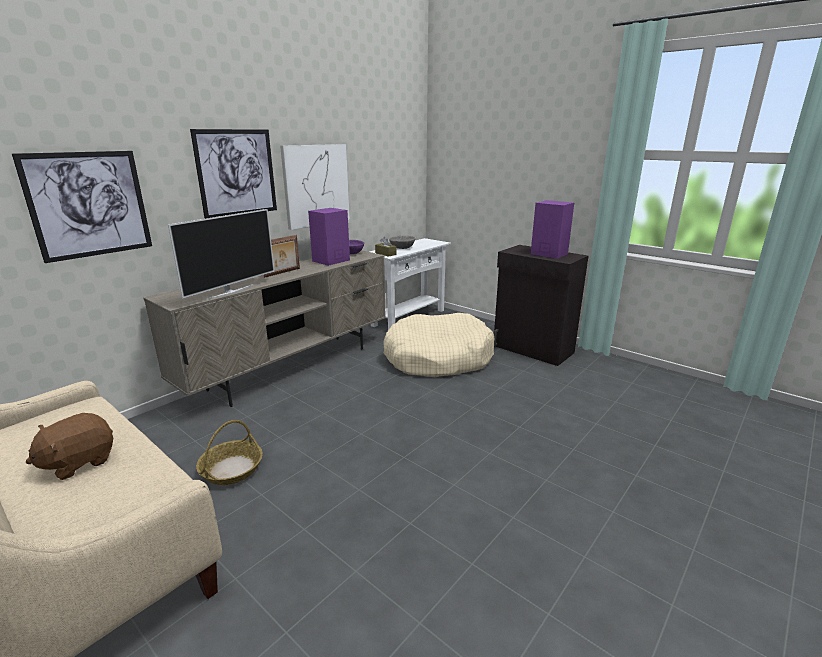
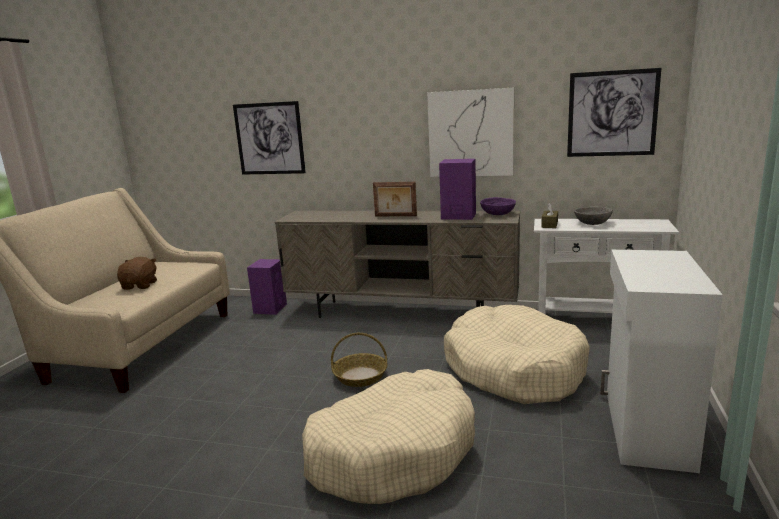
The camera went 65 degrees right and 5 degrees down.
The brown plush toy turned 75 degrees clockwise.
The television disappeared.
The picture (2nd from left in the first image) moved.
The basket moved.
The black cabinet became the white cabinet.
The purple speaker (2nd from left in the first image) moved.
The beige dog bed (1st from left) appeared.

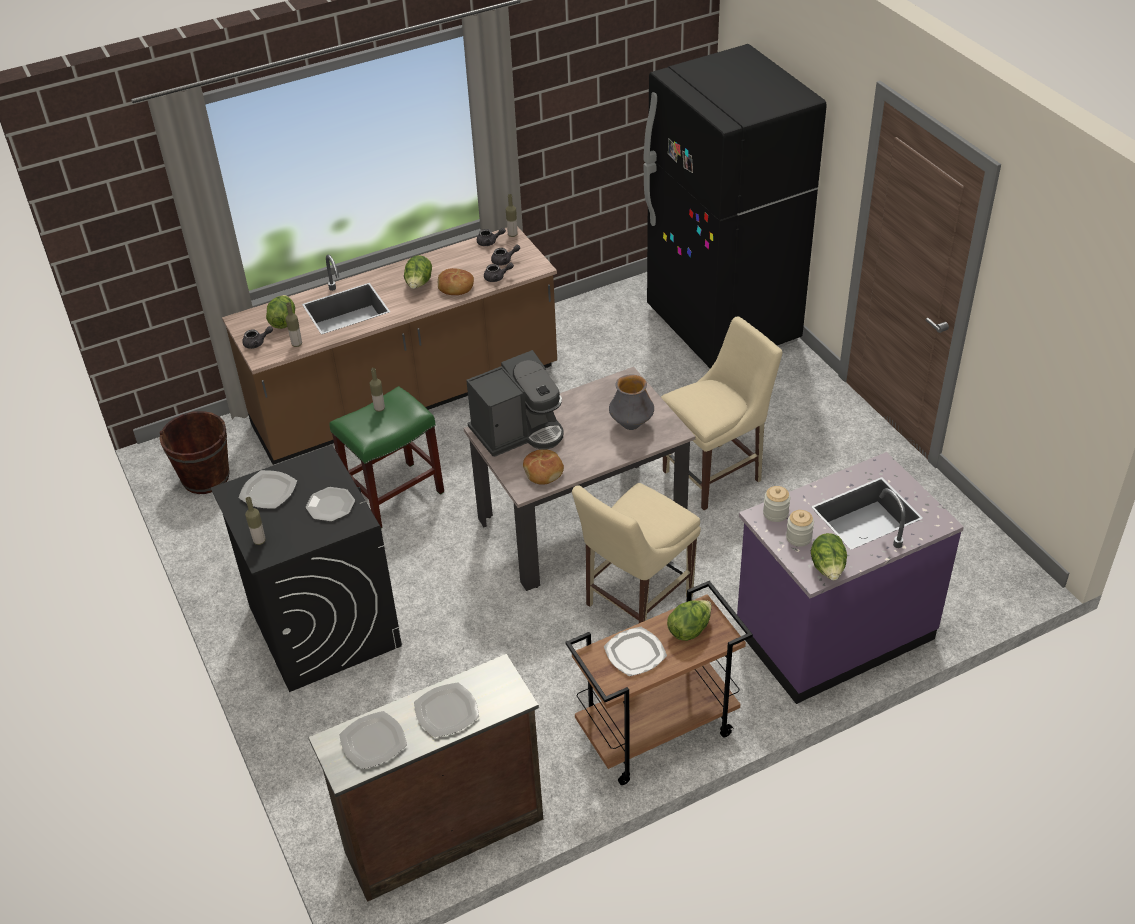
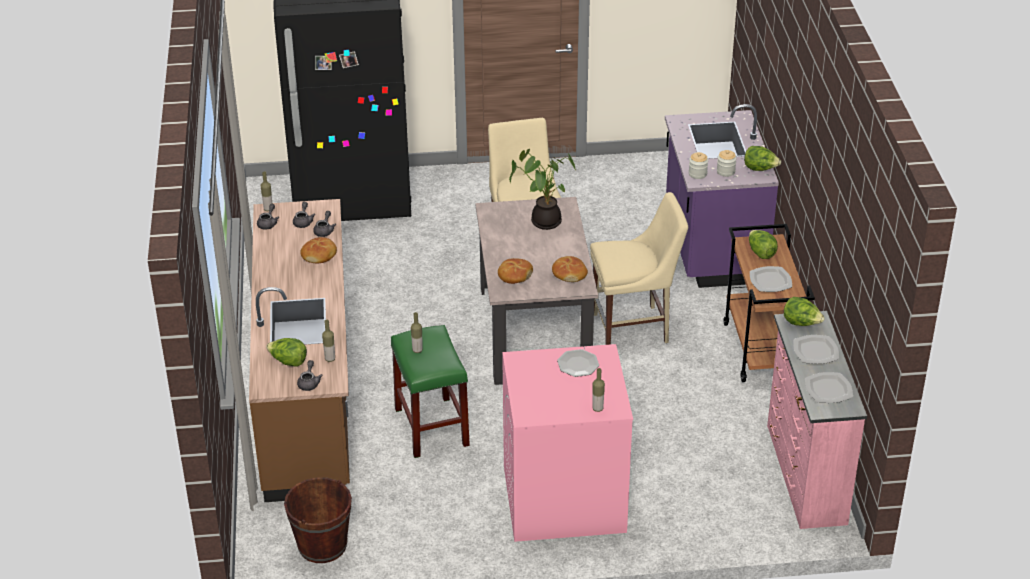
The camera went 70 degrees left and 5 degrees down.
The black washing machine became the pink washing machine.
The plate (1st from left) disappeared.
The brown dresser became the pink dresser.
The lettuce (2nd from left in the first image) moved.
The coffee machine was replaced by the bread (2nd from left).
The beige chair (1st from left in the first image) turned 75 degrees counterclockwise.
The vase was replaced by the potted plant.

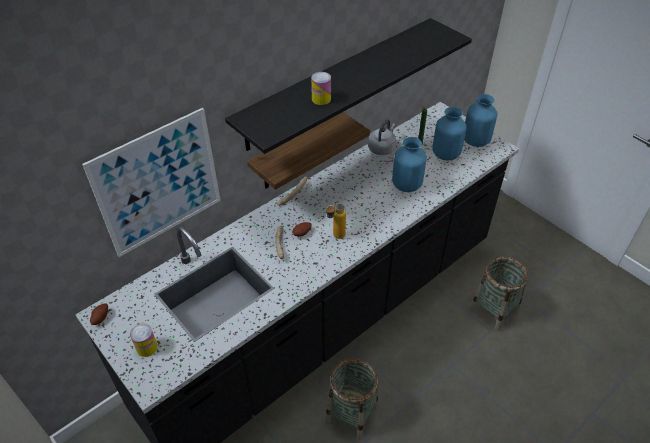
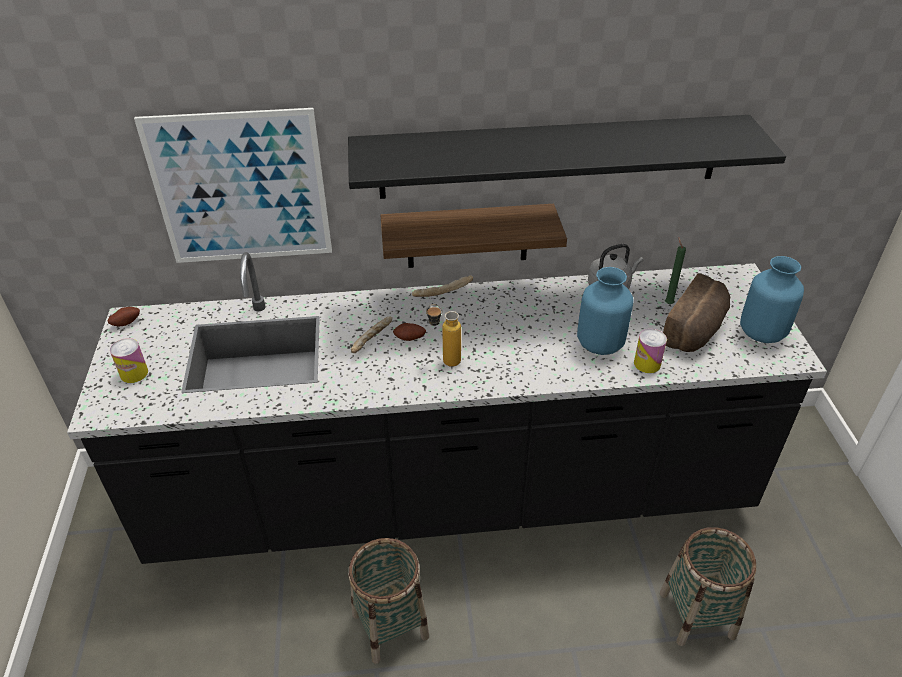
The camera went 35 degrees right and 5 degrees down.
The can (2nd from left) moved.
The blue vase (2nd from left) was replaced by the bread (3rd from left).

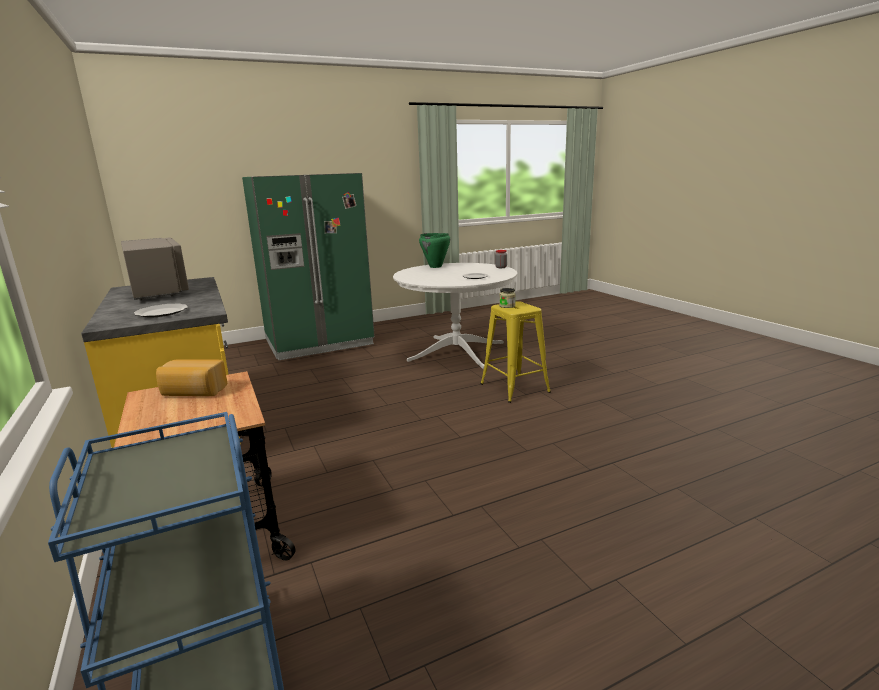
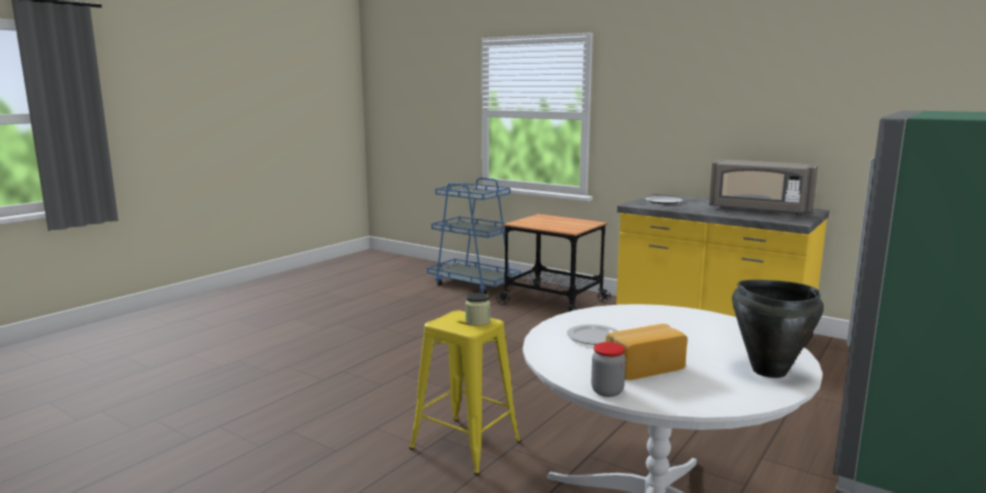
The camera went 150 degrees right and 5 degrees down.
The bread moved.
The green cooking pot became the black cooking pot.

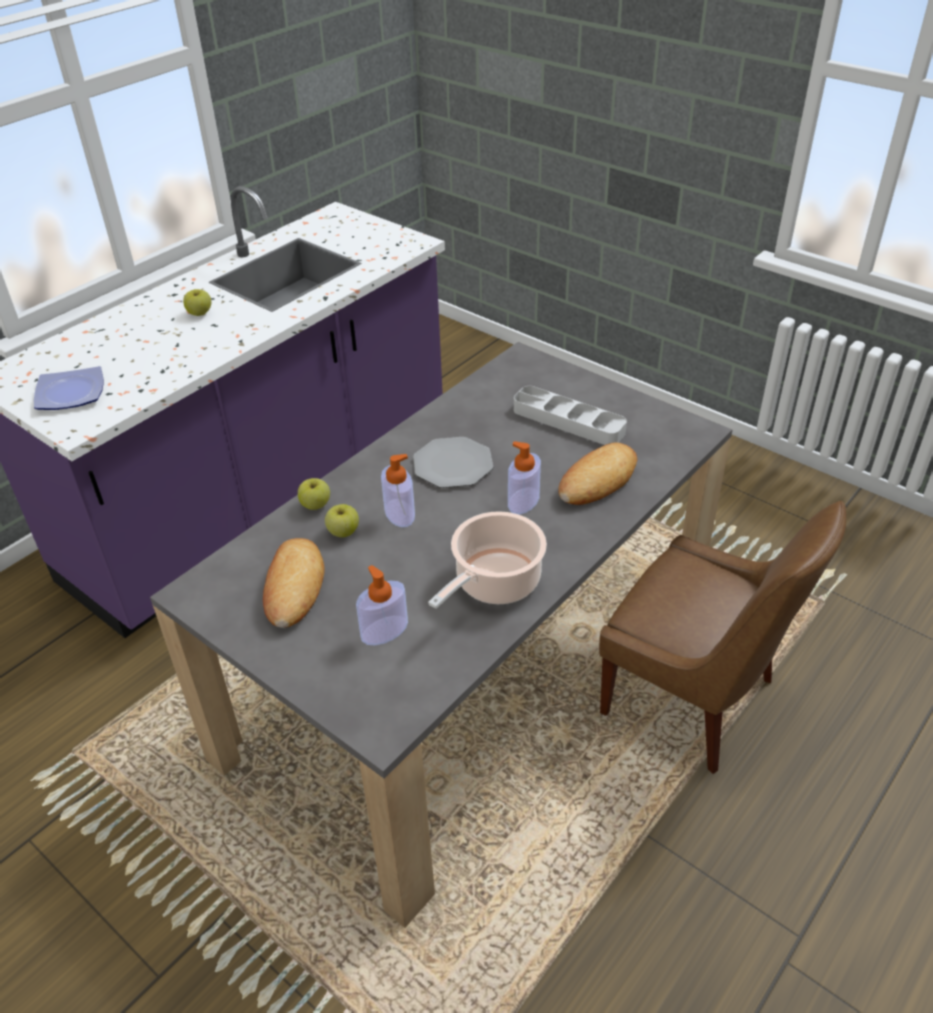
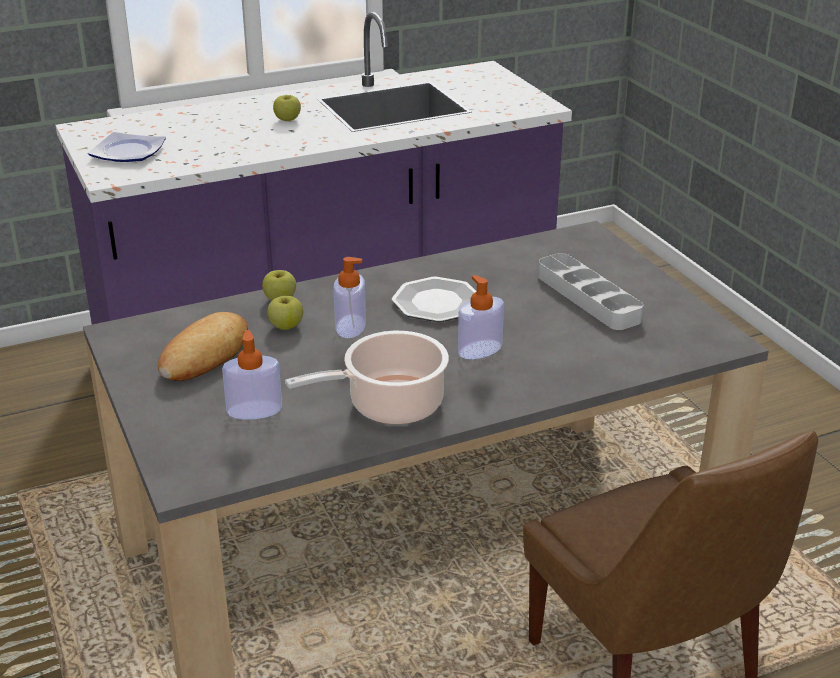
The camera went 25 degrees right and 10 degrees down.
The bread (2nd from left) disappeared.

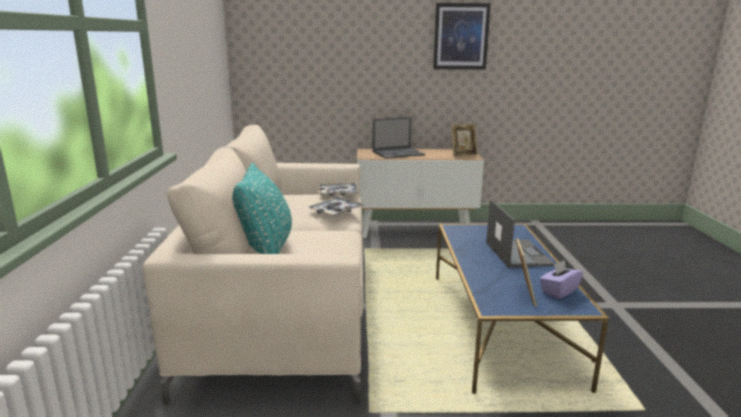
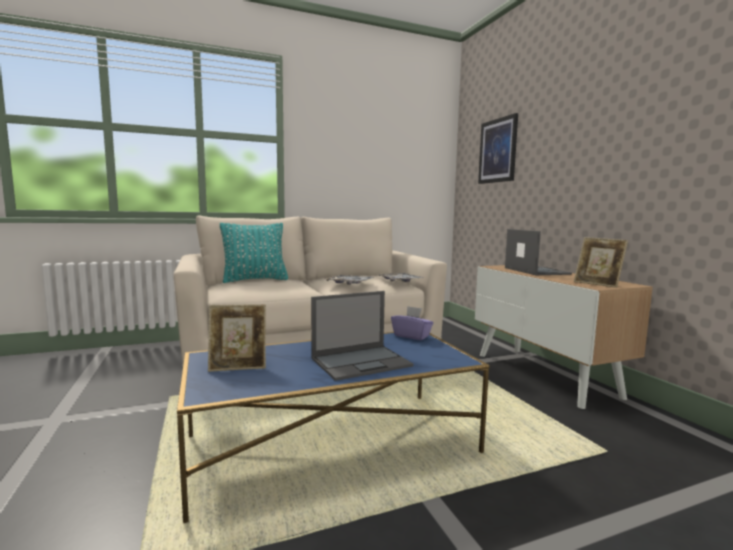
The camera went 70 degrees right and 10 degrees down.
The laptop (1st from left in the first image) turned 150 degrees counterclockwise.
The picture moved.
The purple tissue box moved.

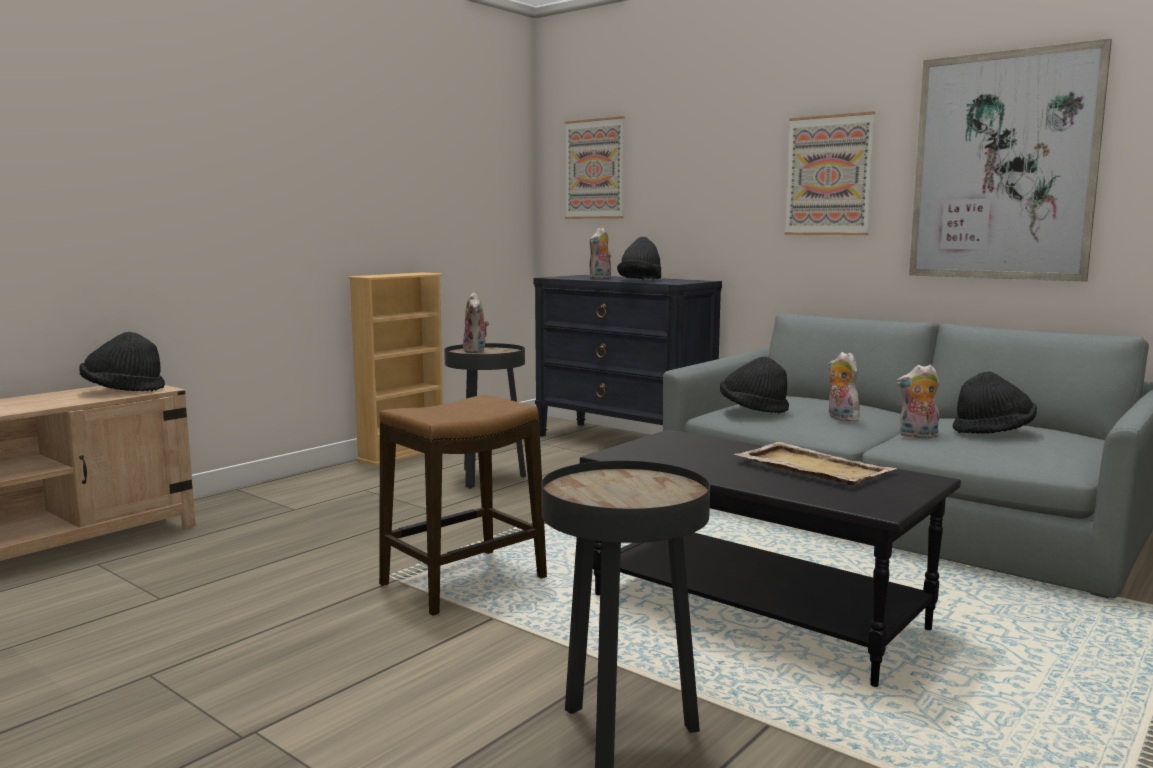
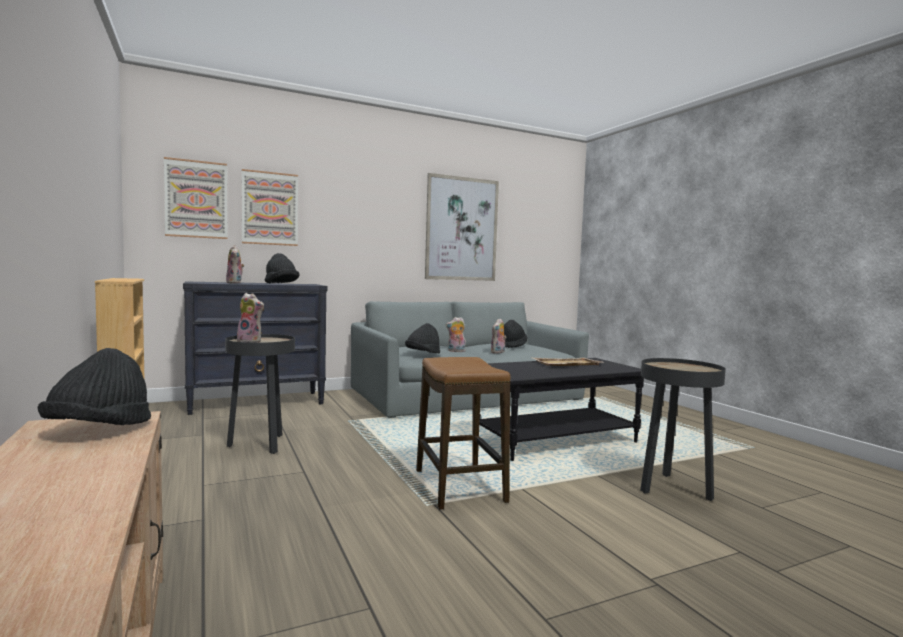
The camera went 65 degrees left and 5 degrees down.
The picture (2nd from left) moved.

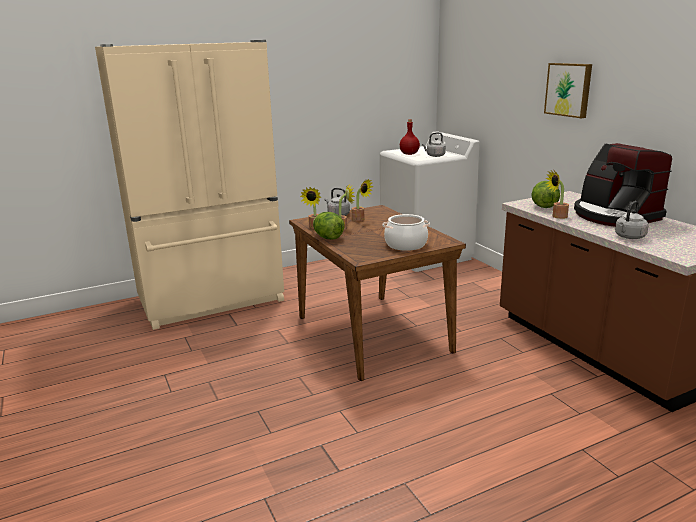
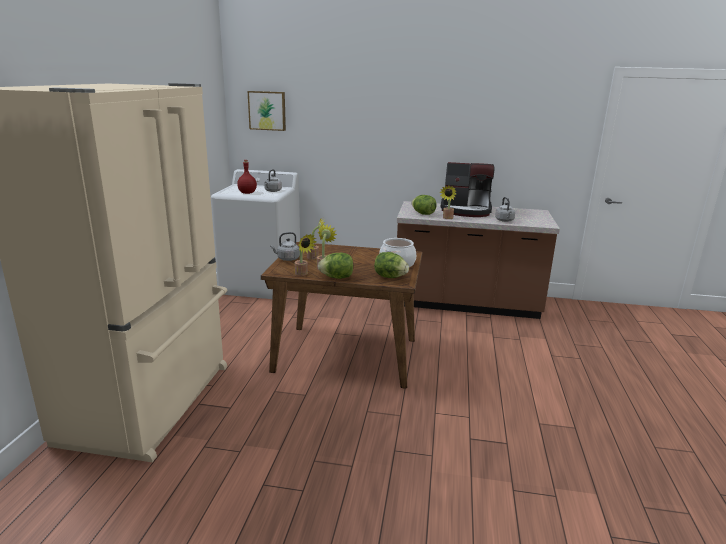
The camera went 55 degrees left and 0 degrees up.
The picture moved.
The lettuce (2nd from left) appeared.

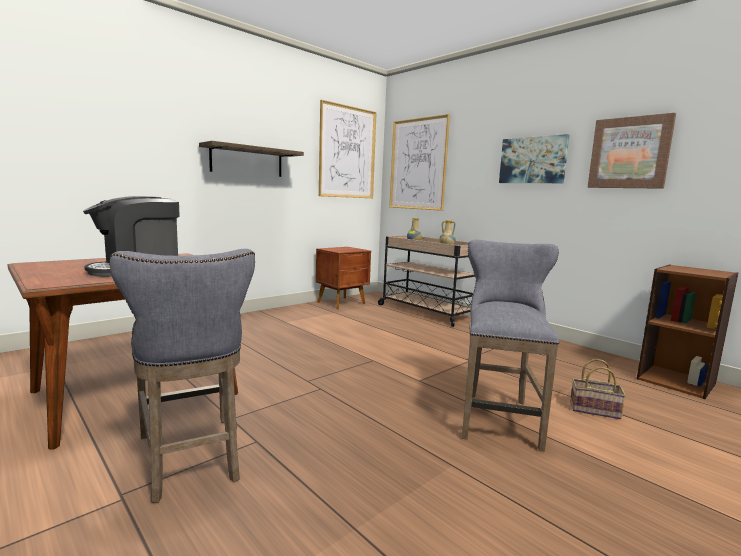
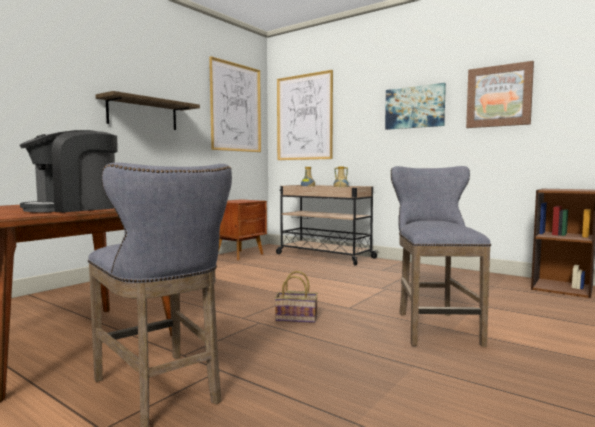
The camera went 10 degrees left and 5 degrees down.
The basket moved.

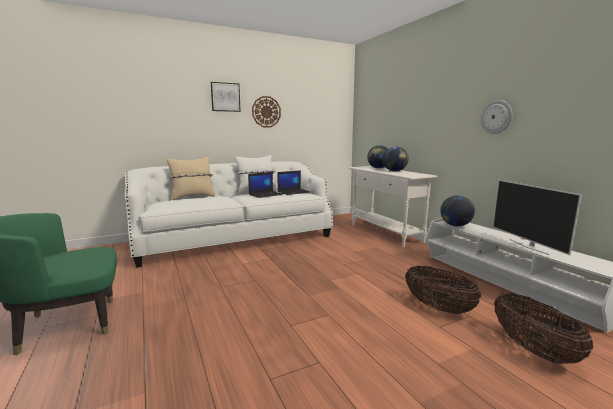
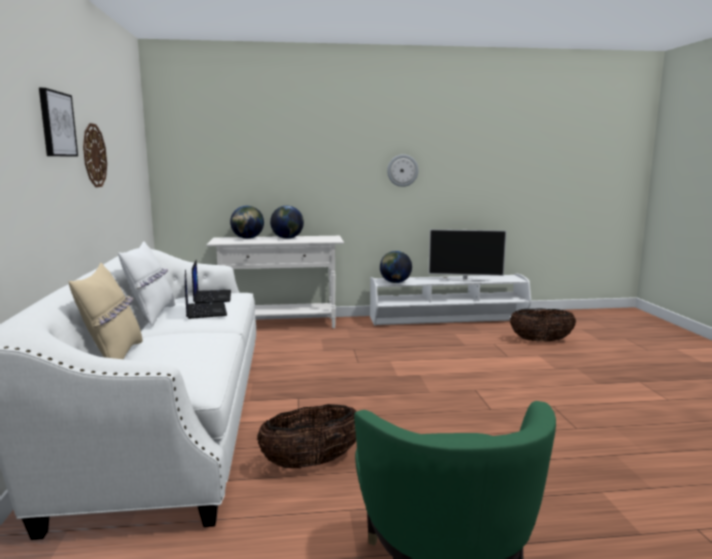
The camera went 70 degrees left and 0 degrees up.
The basket (1st from left) moved.

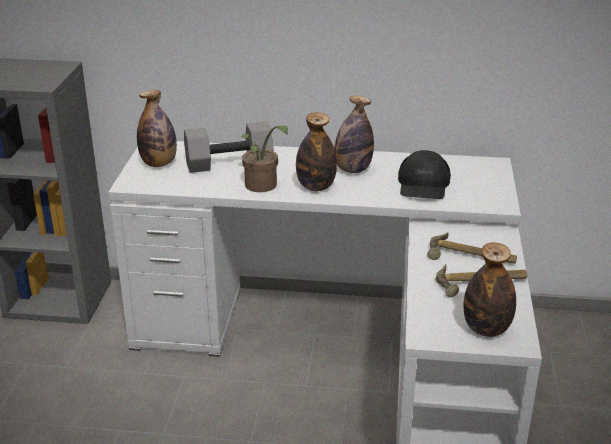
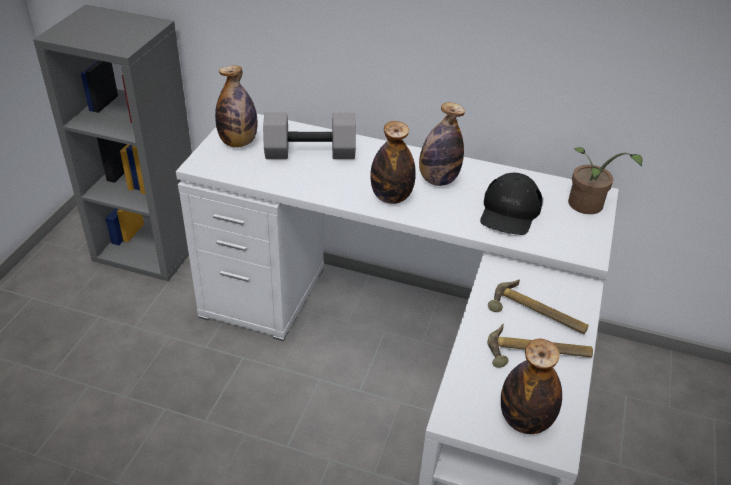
The camera went 10 degrees right and 10 degrees up.
The potted plant moved.

